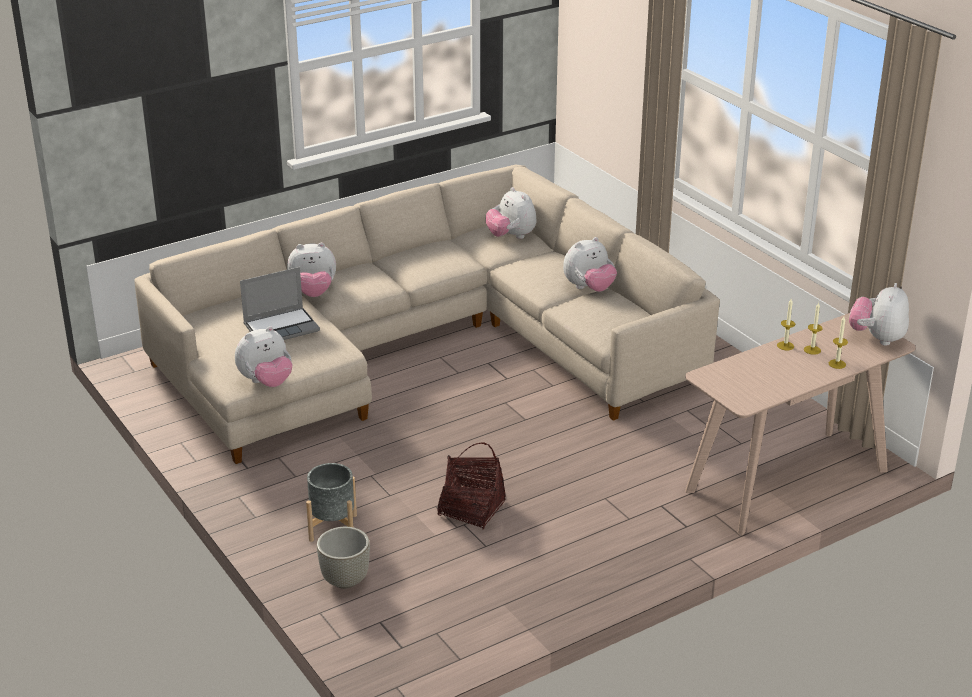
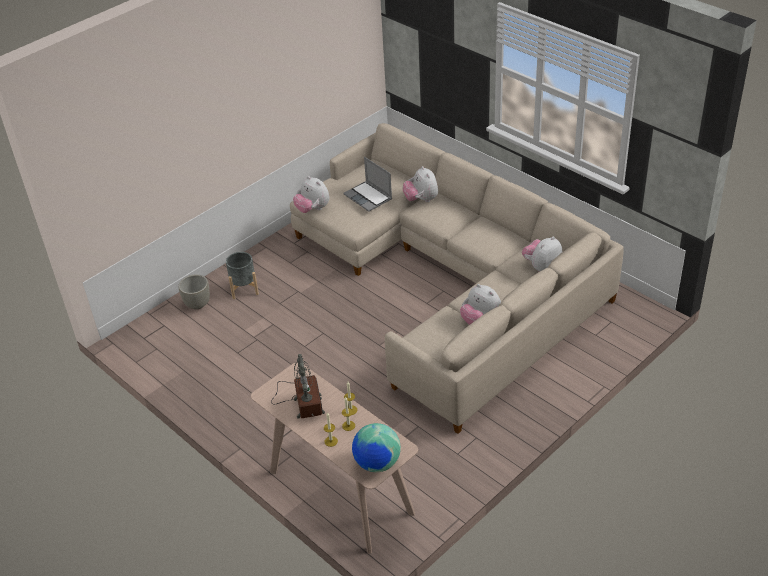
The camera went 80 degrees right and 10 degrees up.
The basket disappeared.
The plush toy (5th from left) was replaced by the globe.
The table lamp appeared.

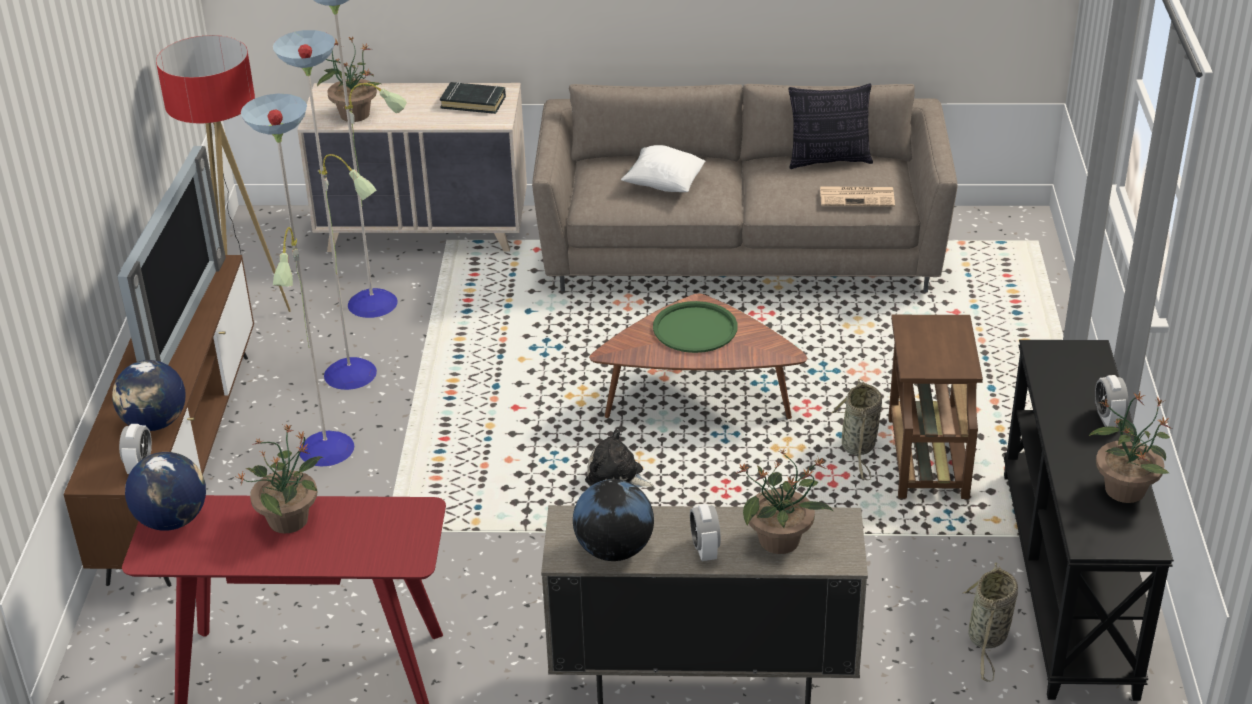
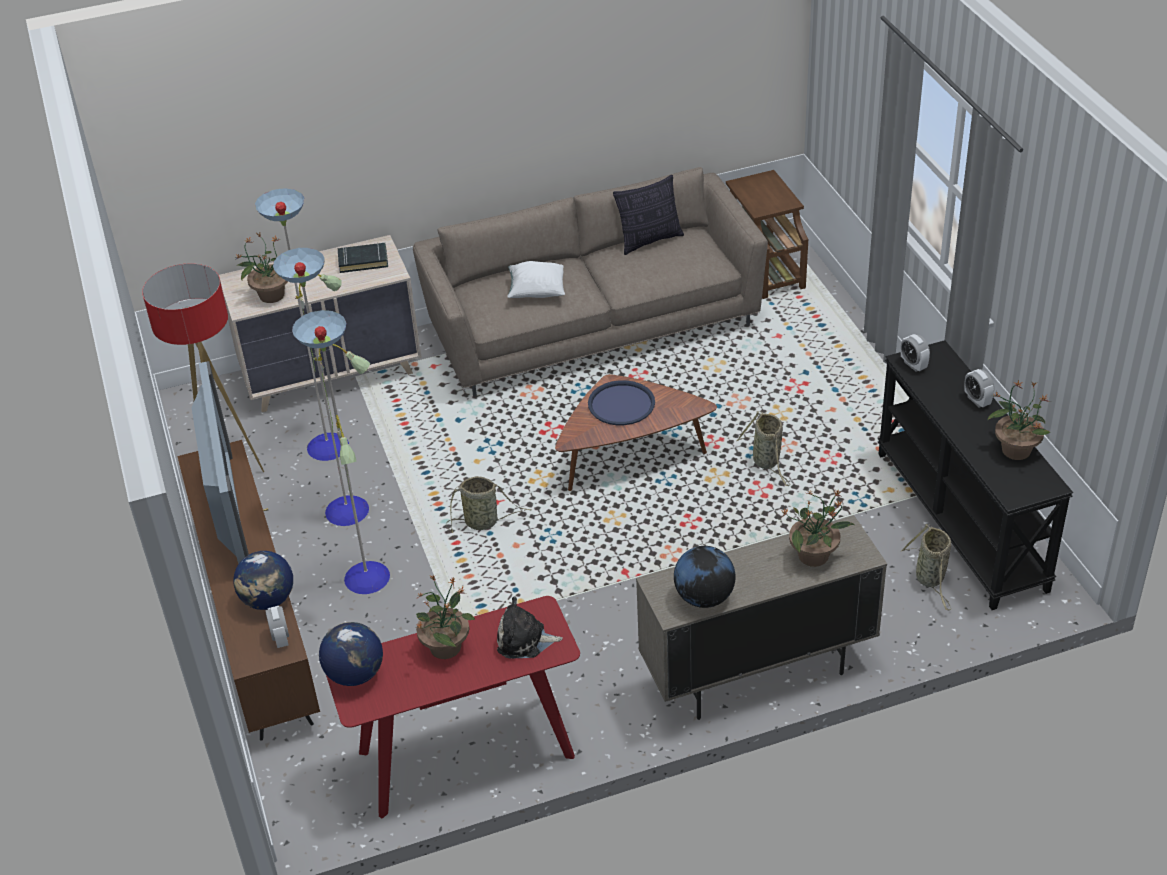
The camera went 20 degrees left and 5 degrees up.
The plush toy moved.
The green tray became the blue tray.
The alarm clock (2nd from left) moved.
The newspaper disappeared.
The brown side table moved.
The basket (1st from left) appeared.

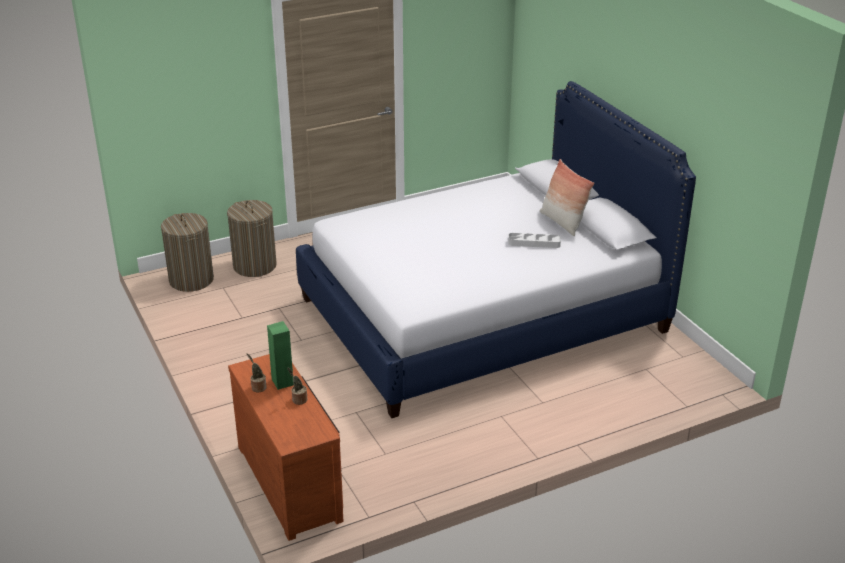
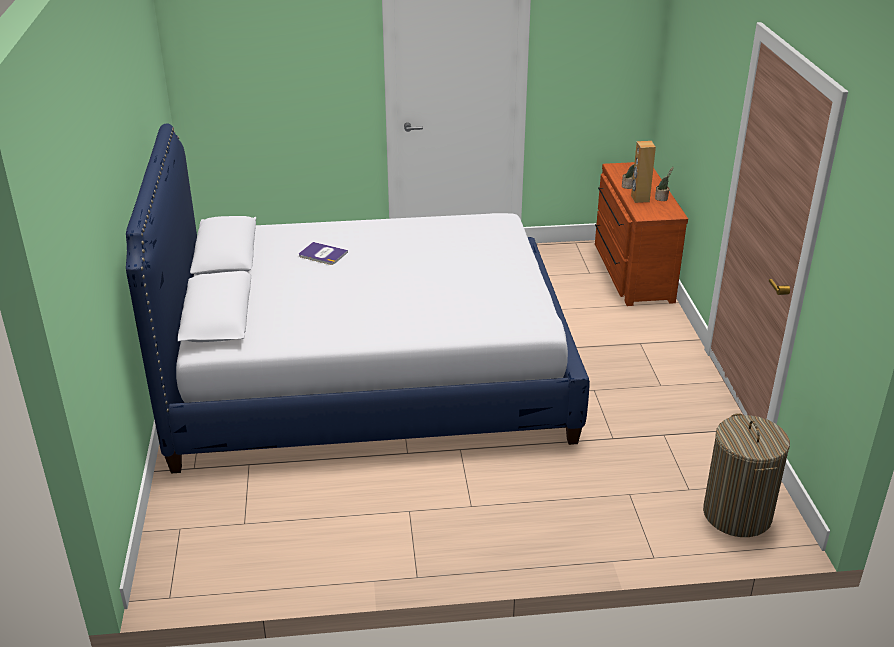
The camera went 160 degrees left and 0 degrees up.
The laundry basket (2nd from left) disappeared.
The green speaker became the brown speaker.
The grey tray was replaced by the book.
The pillow disappeared.

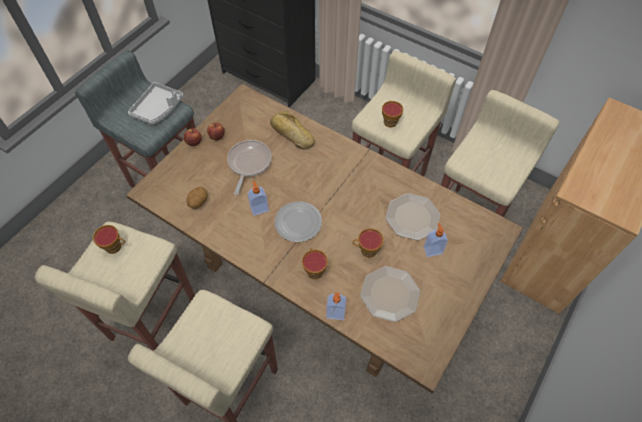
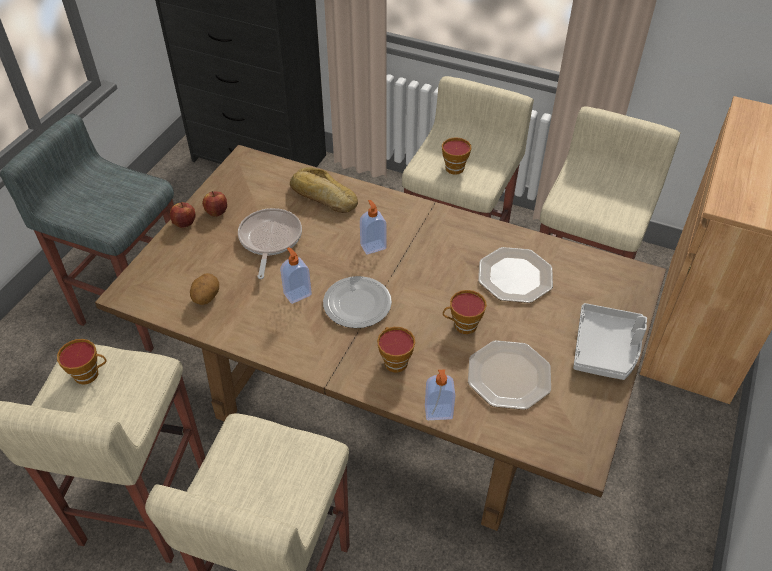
The camera went 10 degrees left and 10 degrees down.
The grey tray moved.
The soap dispenser (3rd from left in the first image) moved.

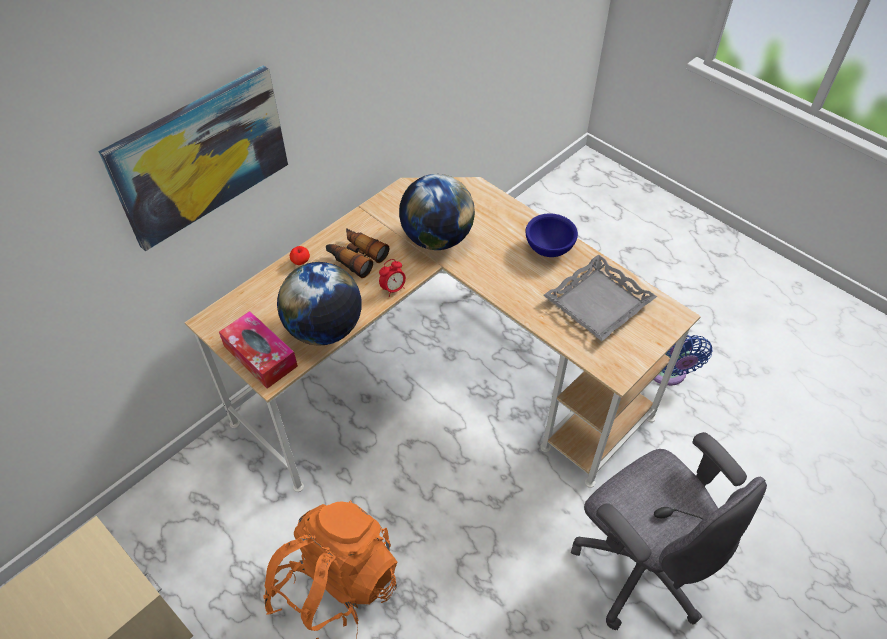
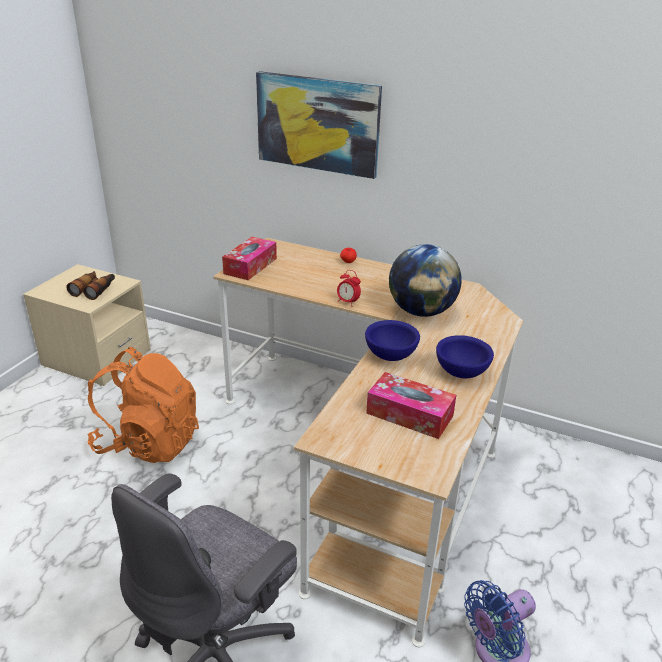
The camera went 70 degrees right and 20 degrees down.
The globe (1st from left) disappeared.
The binoculars moved.
The grey tray was replaced by the tissue box (2nd from left).
The blue bowl (1st from left) appeared.

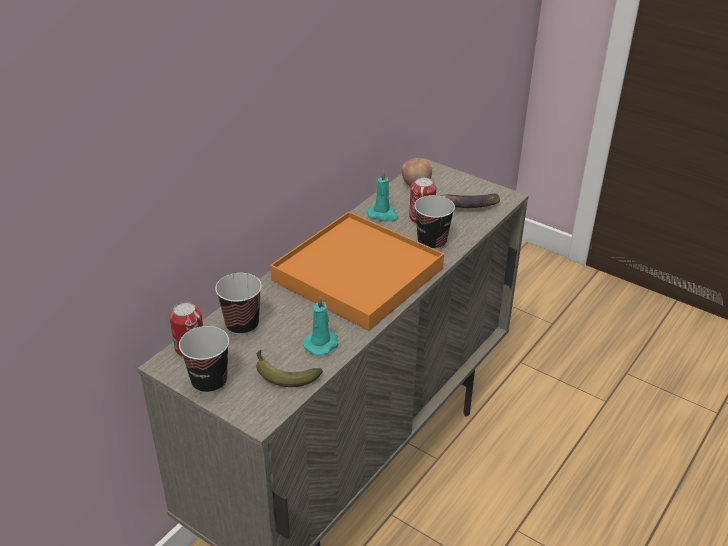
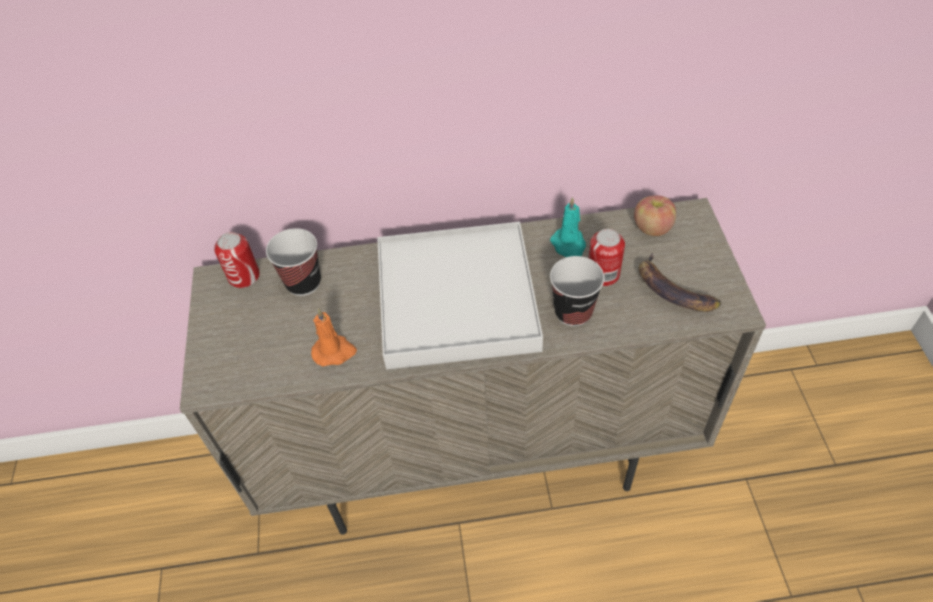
The camera went 50 degrees right and 15 degrees up.
The cup (1st from left) disappeared.
The banana (1st from left) disappeared.
The orange tray became the white tray.
The turquoise candle (1st from left) became the orange candle.

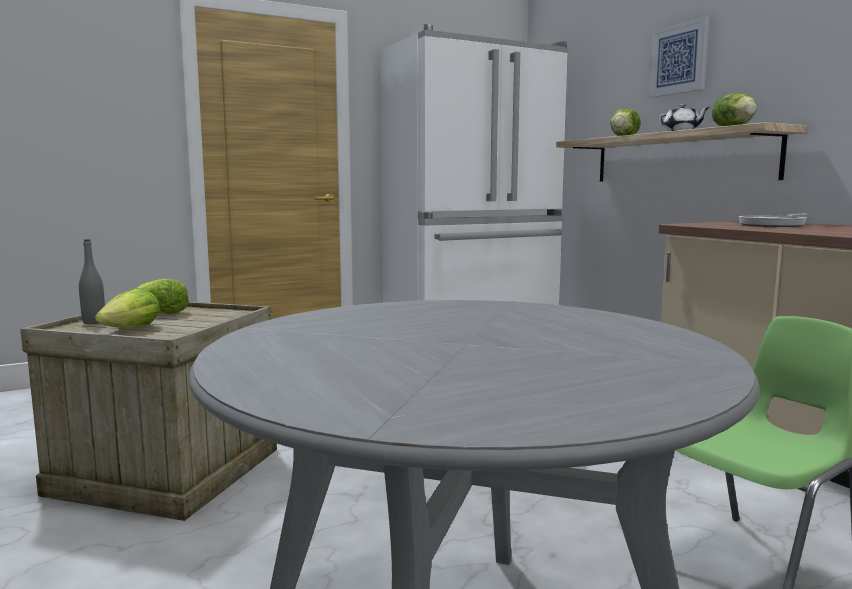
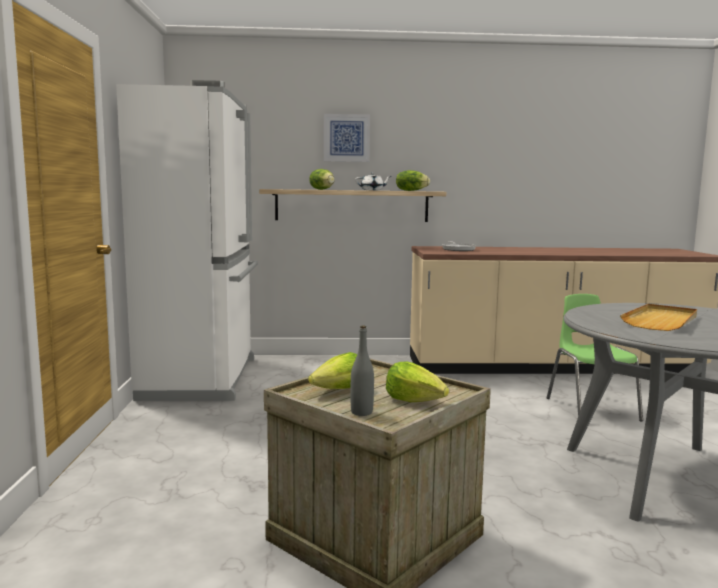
The camera went 65 degrees left and 0 degrees up.
The beige tray appeared.

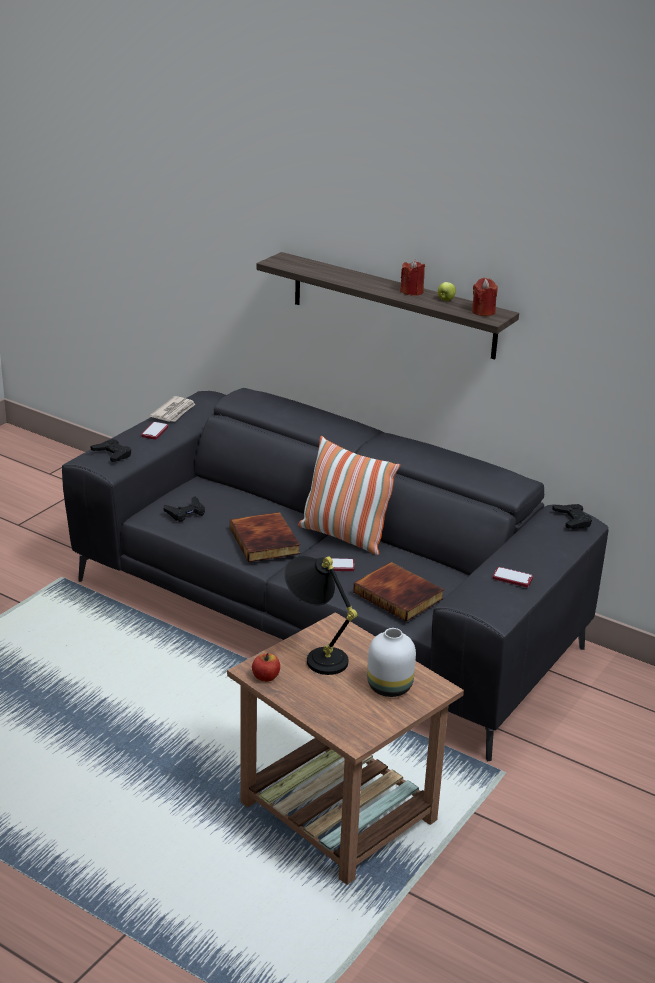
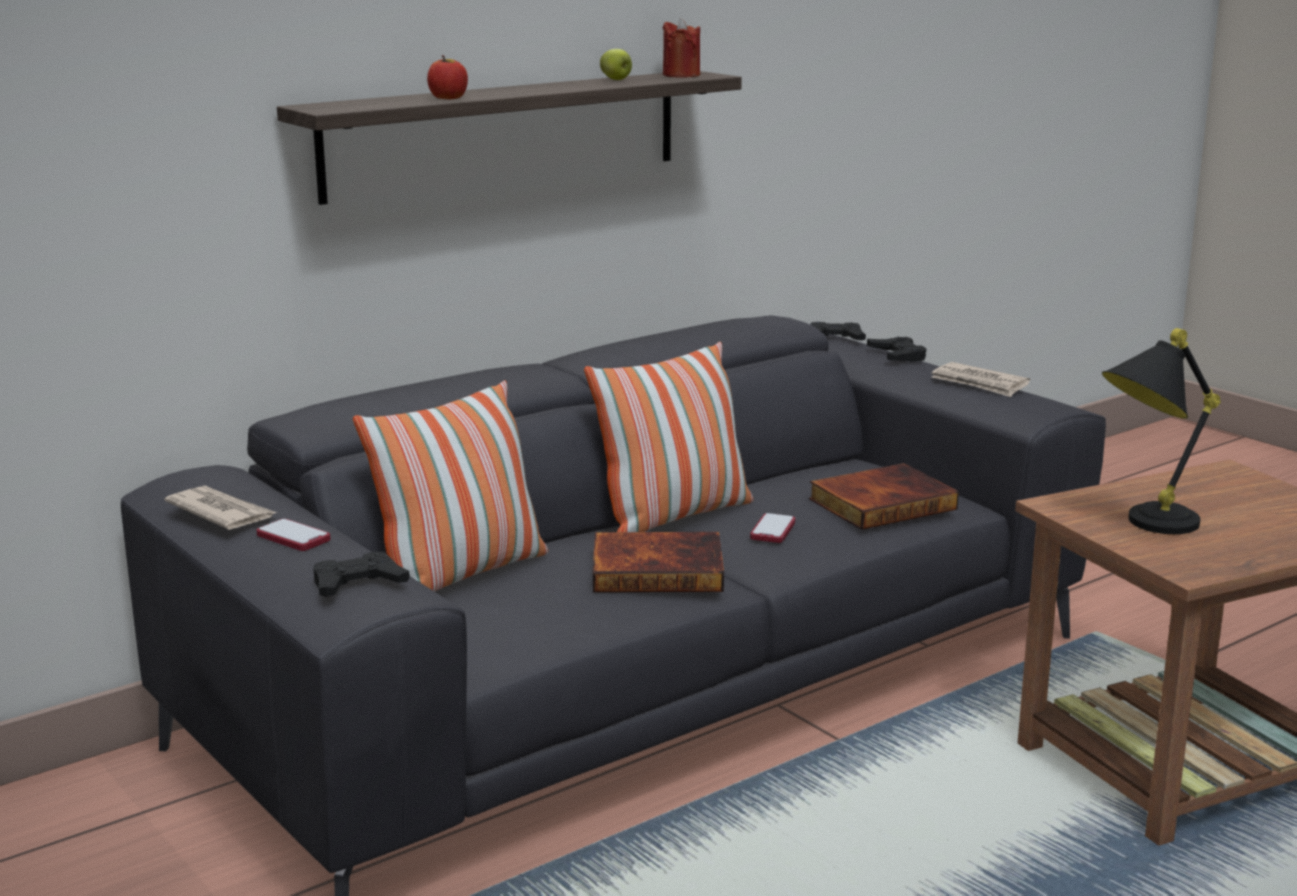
The camera went 70 degrees left and 10 degrees down.
The black game controller (2nd from left in the first image) moved.
The apple (1st from left) moved.
The white vase disappeared.
The red candle (1st from left) disappeared.
The phone (3rd from left) was replaced by the newspaper (2nd from left).
The pillow (1st from left) appeared.

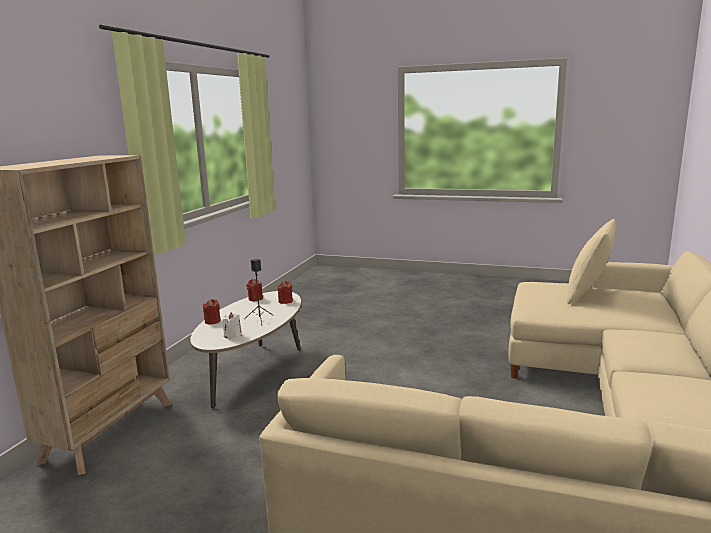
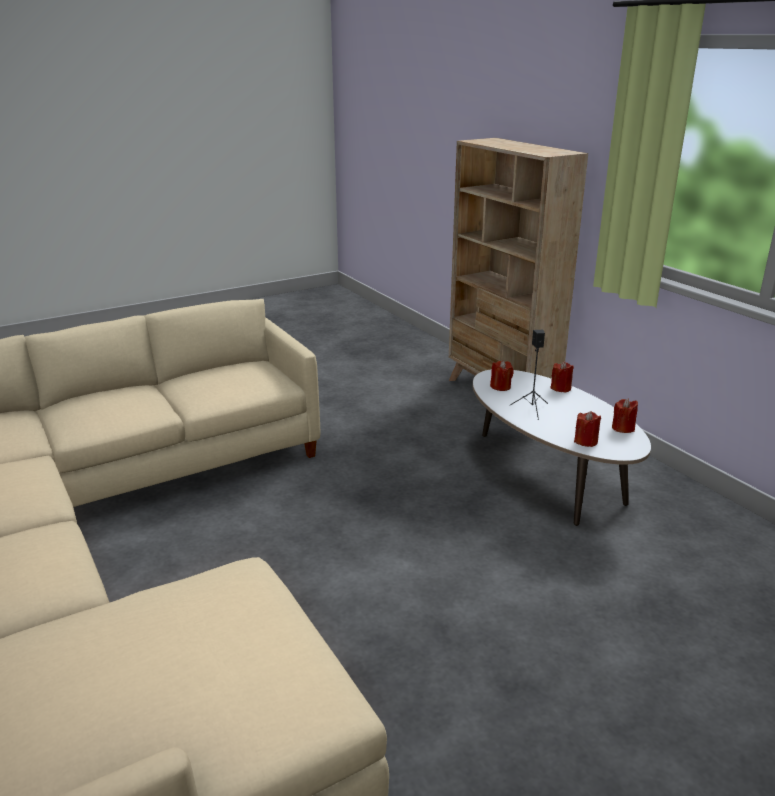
The camera went 130 degrees right and 10 degrees up.
The white candle became the red candle (1st from left).
The beige pillow disappeared.

